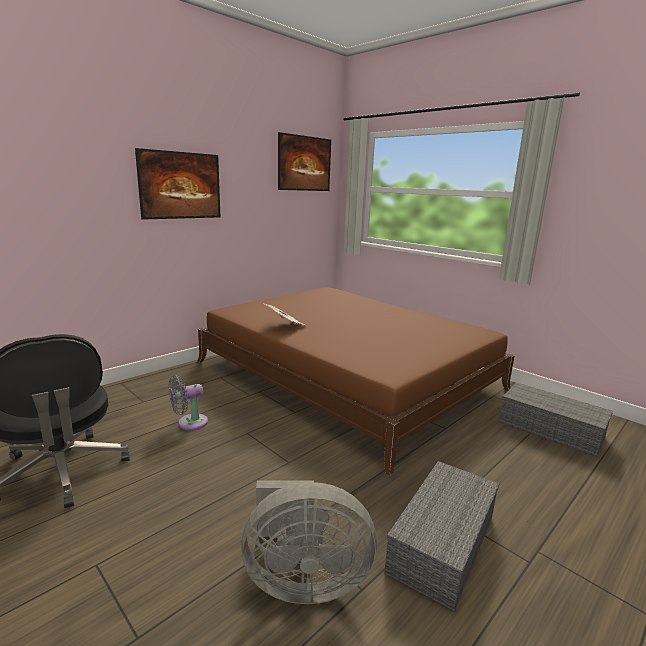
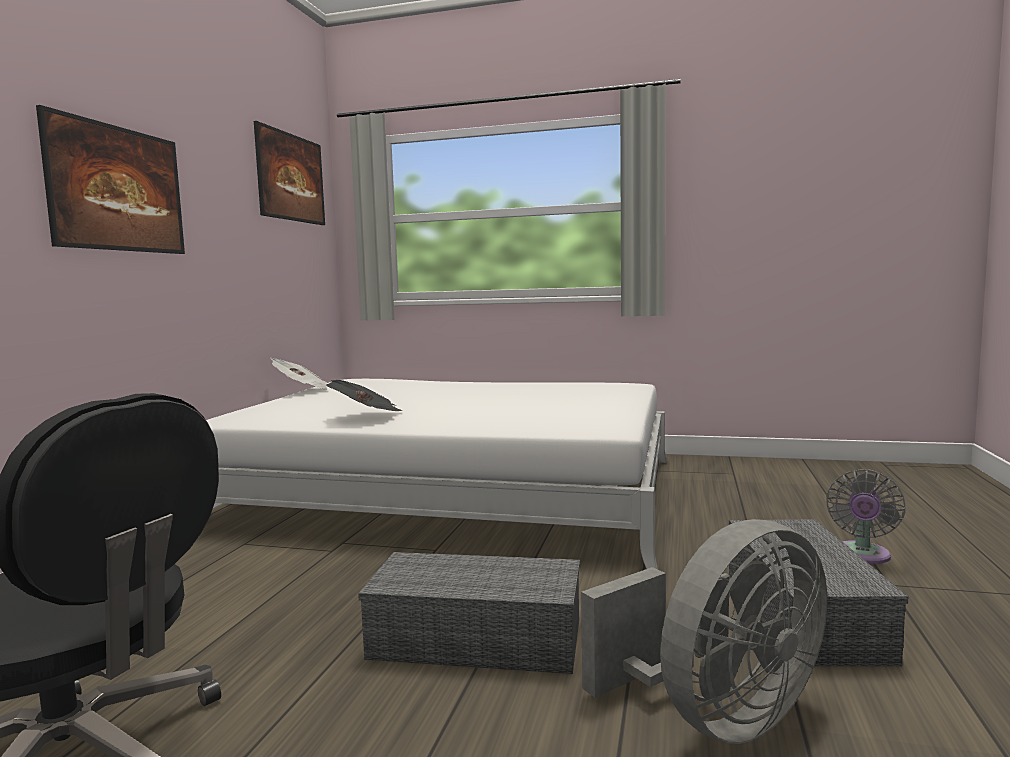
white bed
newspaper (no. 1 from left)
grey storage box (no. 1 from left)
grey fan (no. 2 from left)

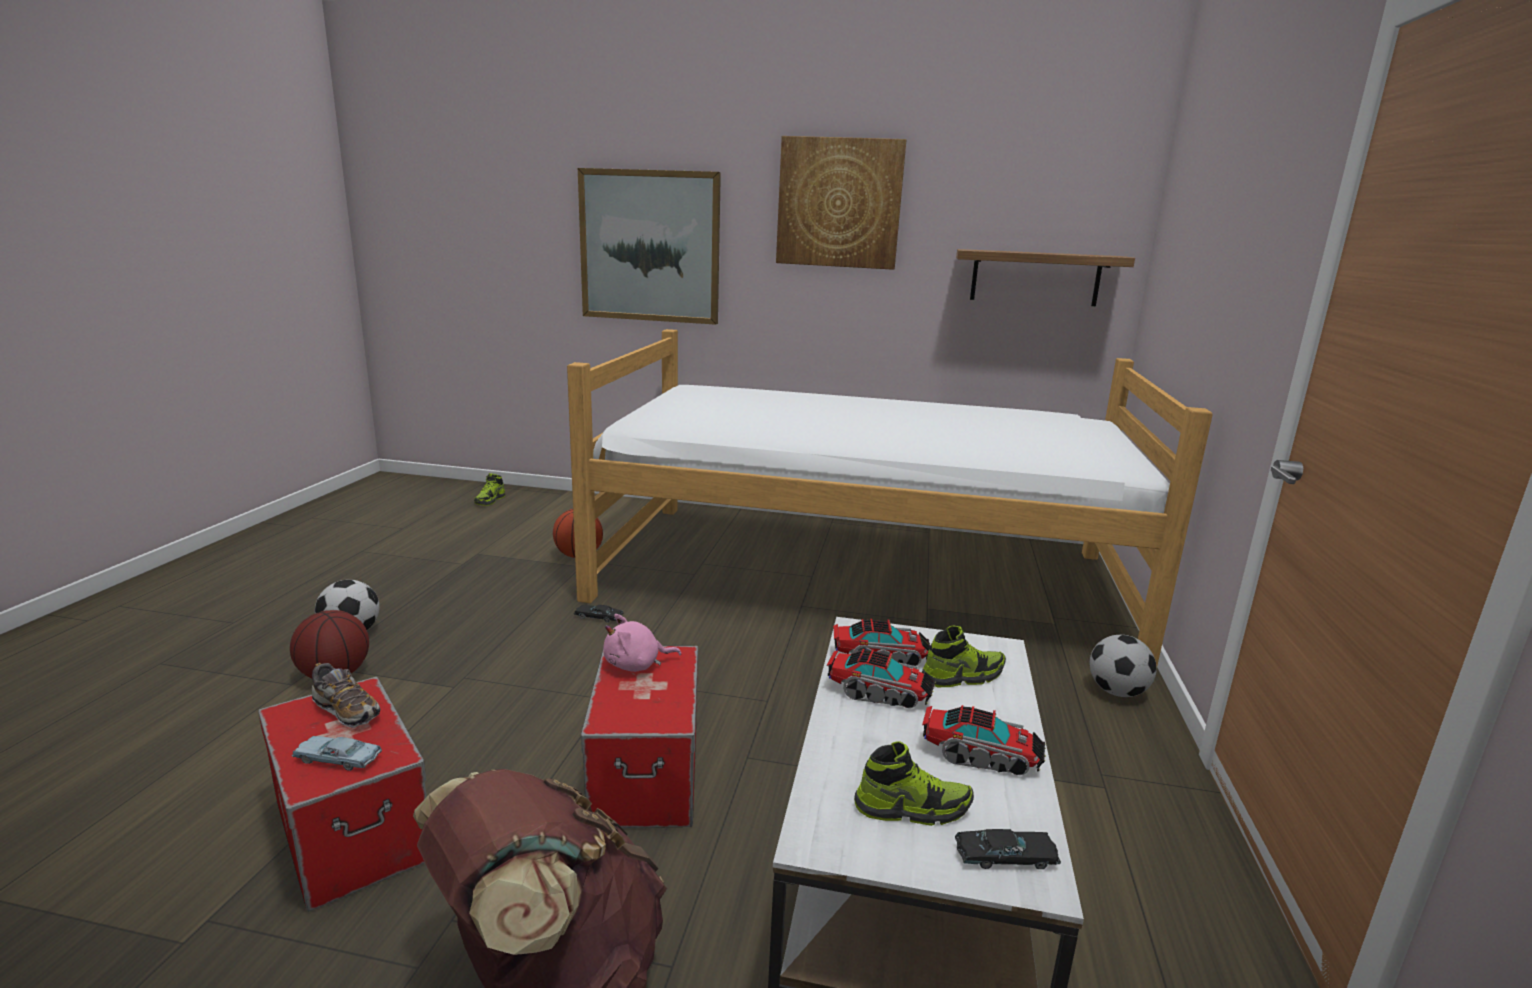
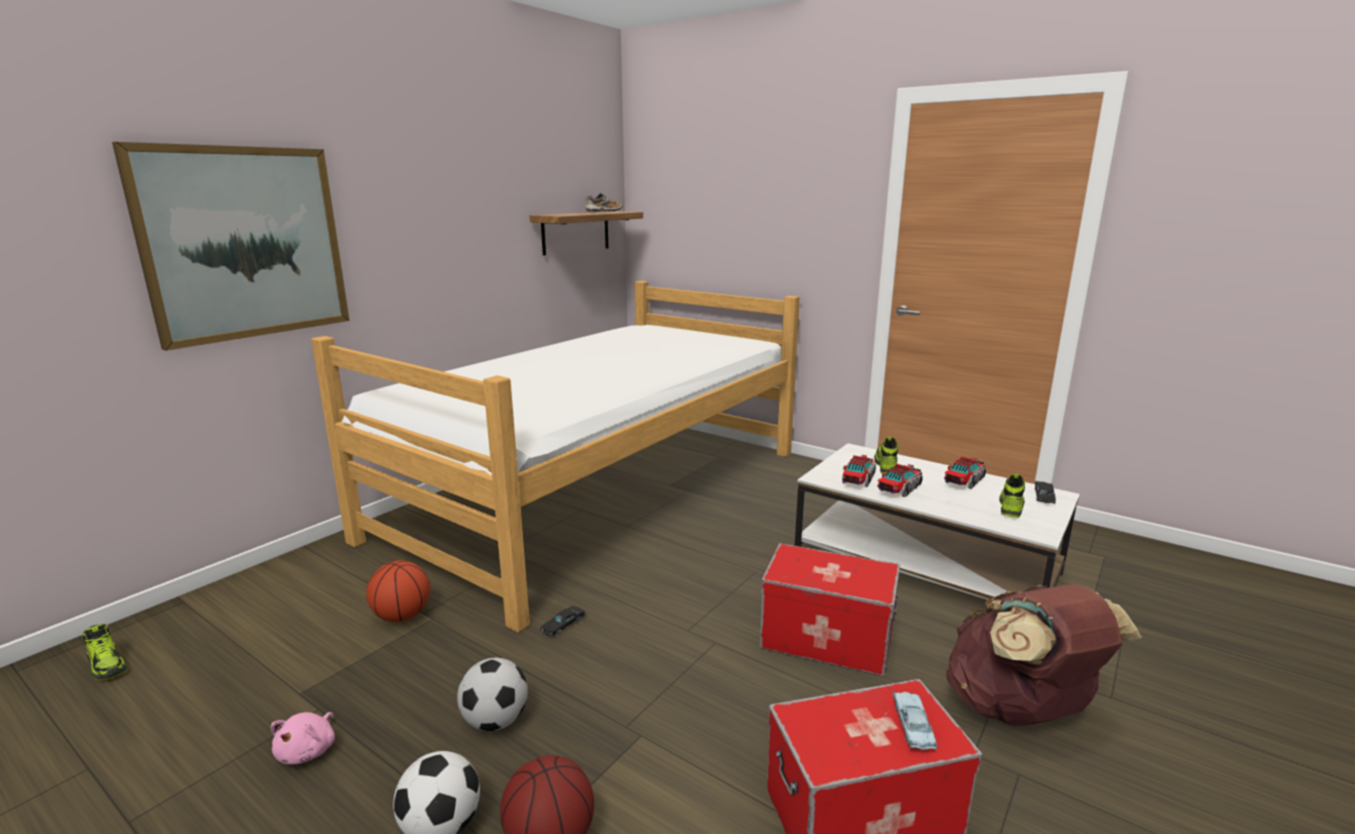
pink plush toy
football (no. 2 from left)
shoe (no. 2 from left)
blue toy car
picture (no. 2 from left in the first image)

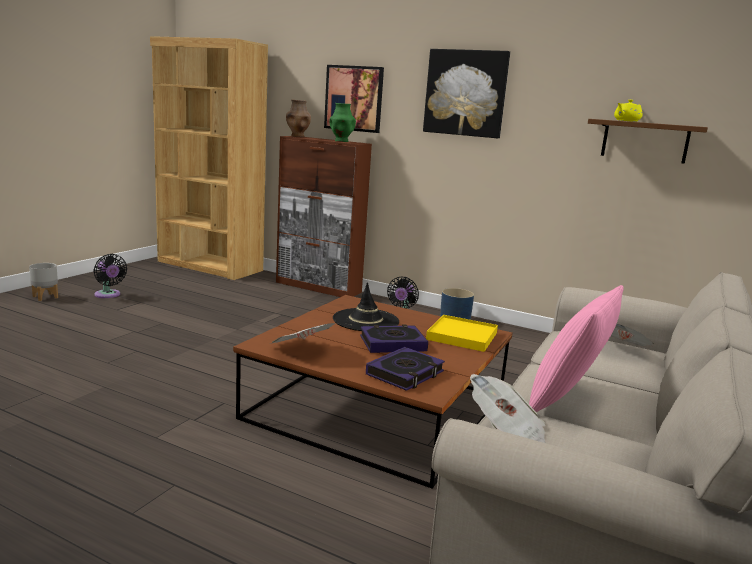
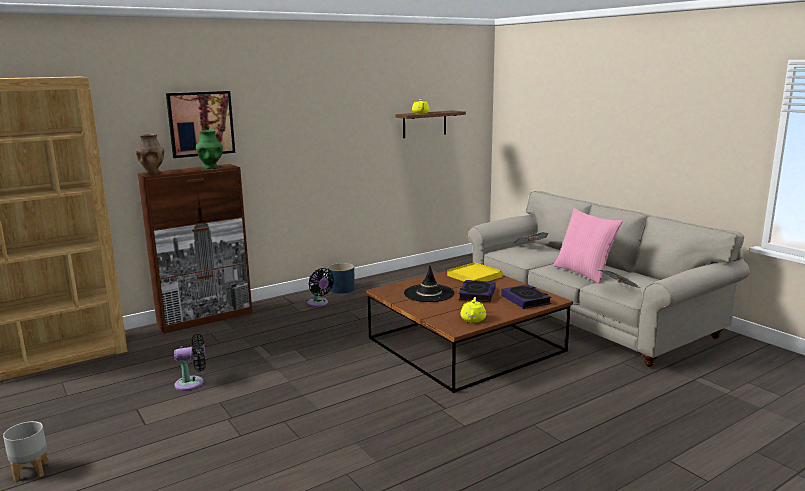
black fan (no. 1 from left)
yellow teapot (no. 2 from left)
picture (no. 2 from left in the first image)

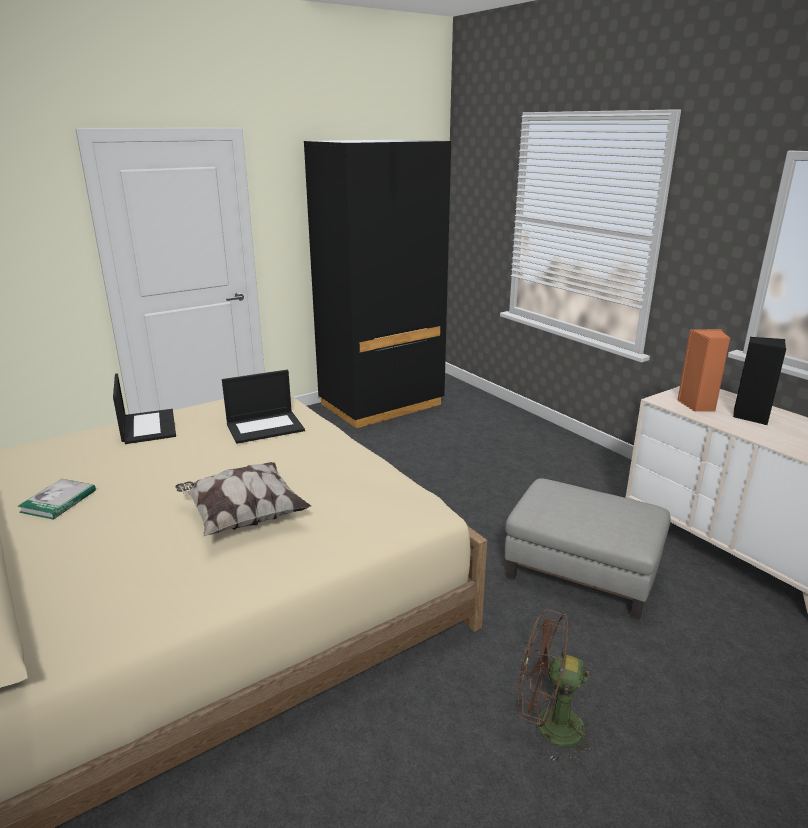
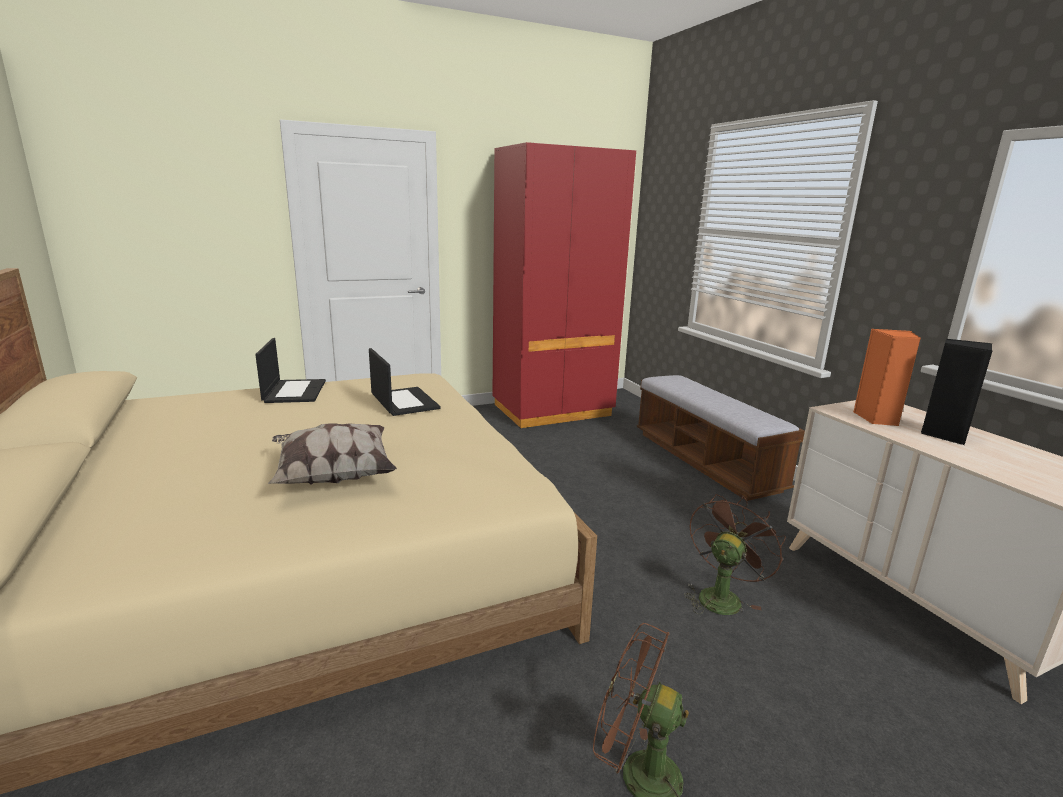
laptop (no. 2 from left)
red wardrobe
bench
brown fan (no. 2 from left)
book

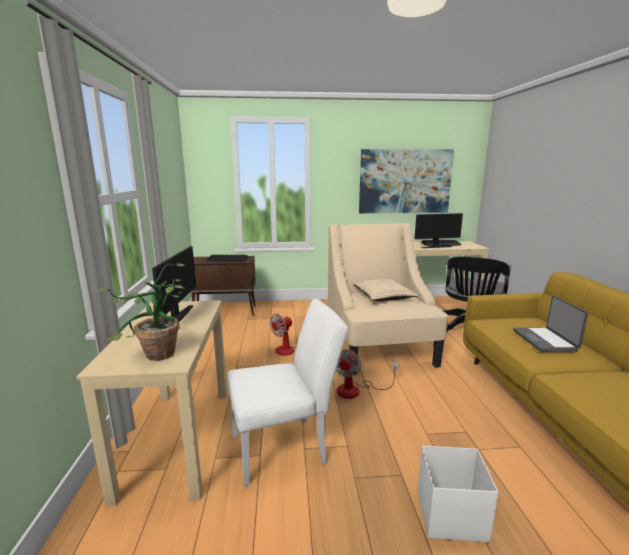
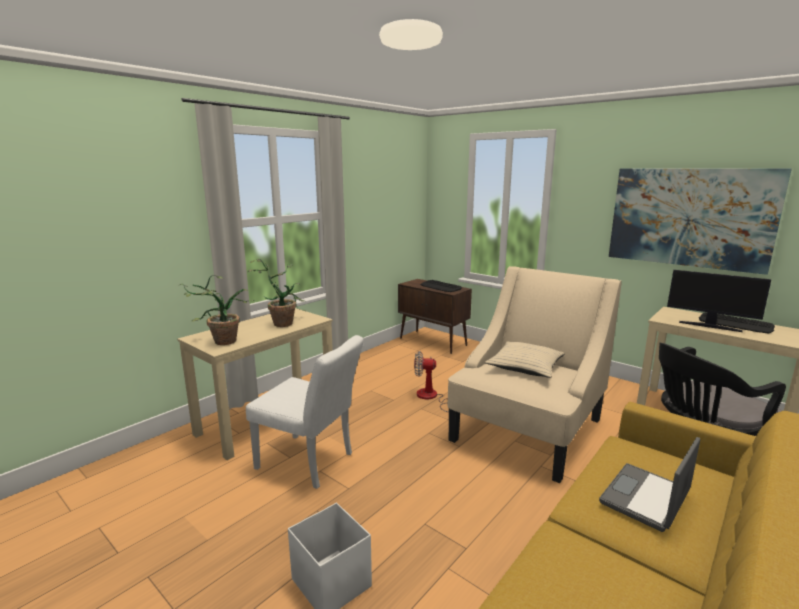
potted plant (no. 2 from left)
fan (no. 2 from left in the first image)

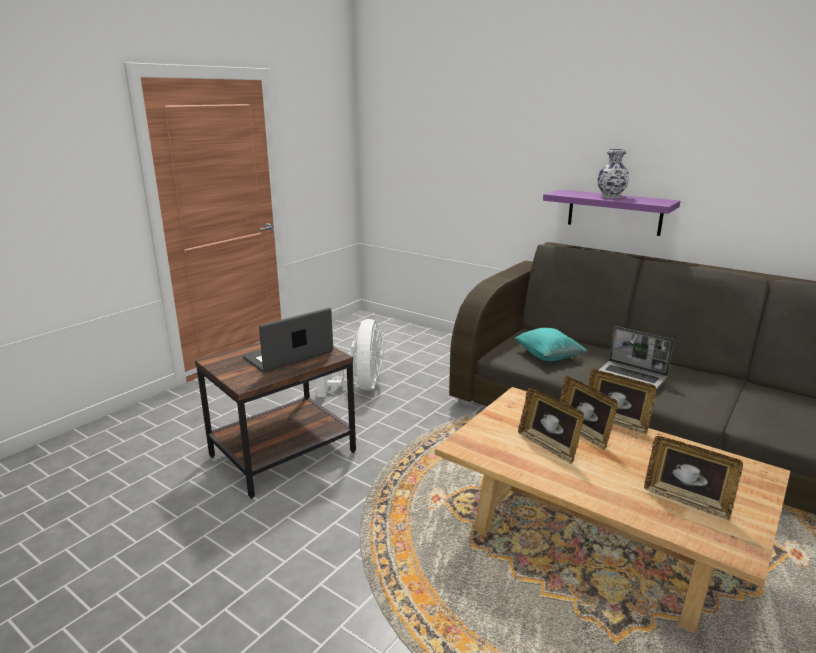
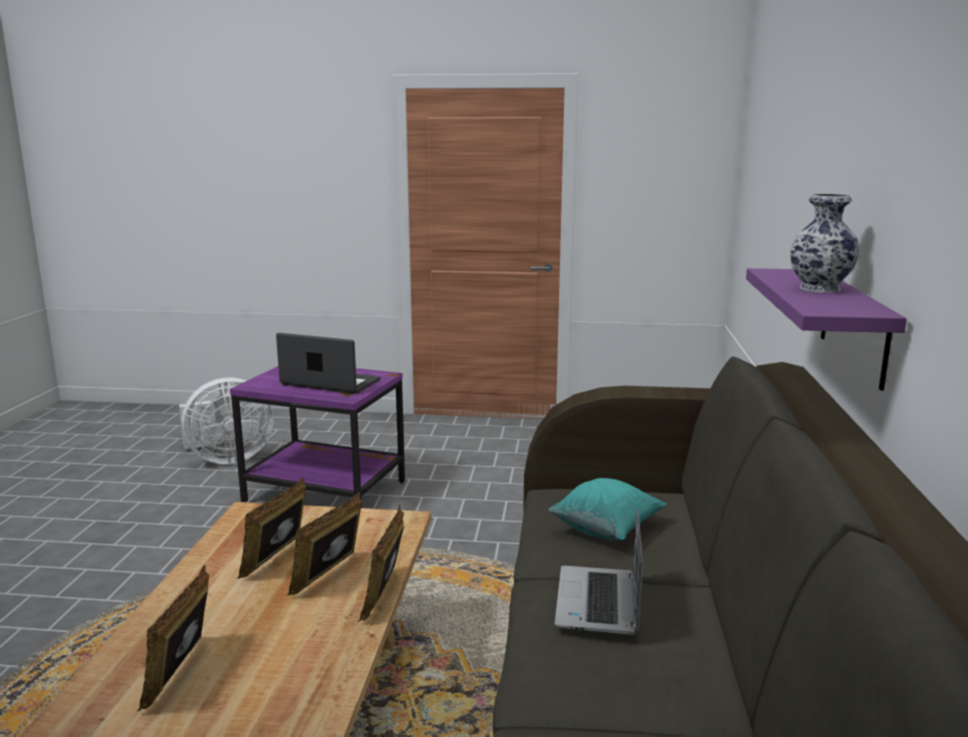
white fan
purple side table

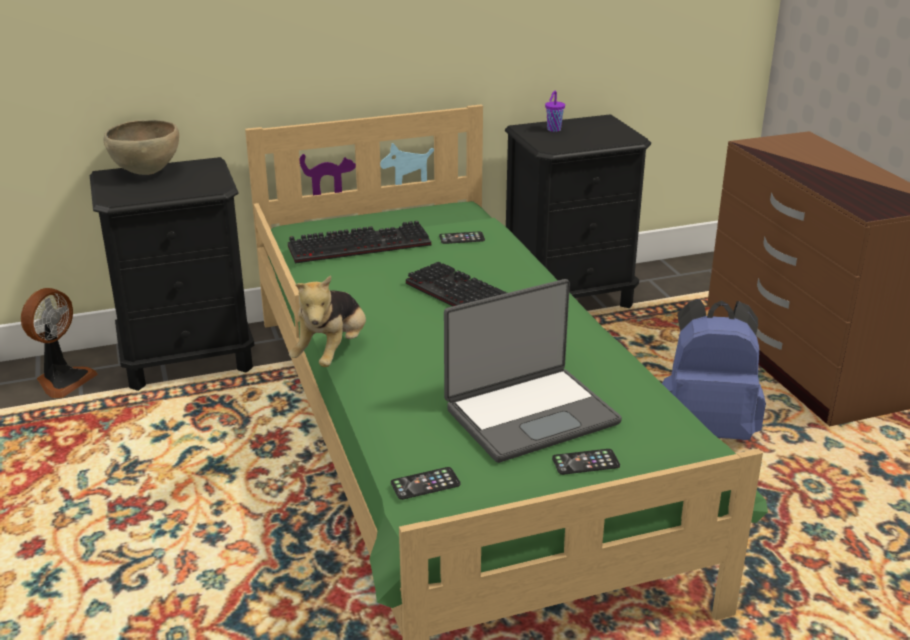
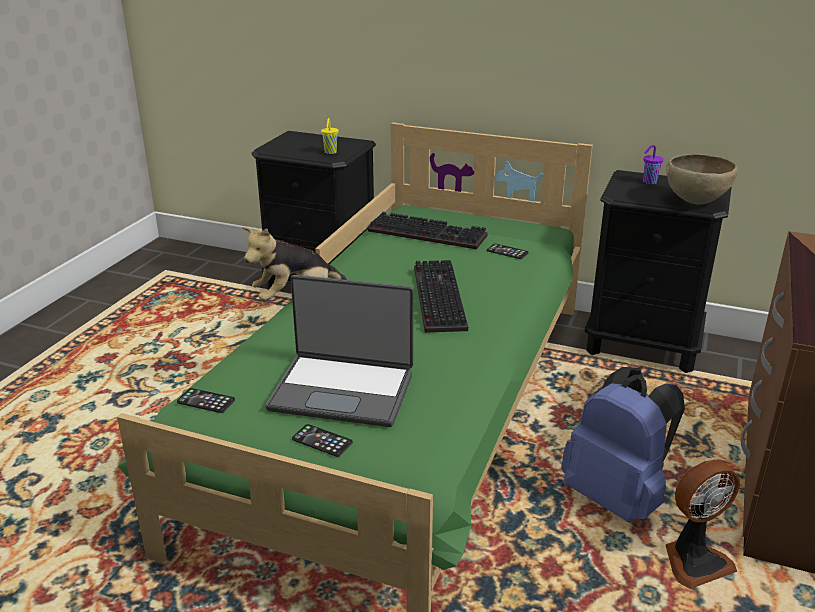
yellow cup
fan
brown bowl

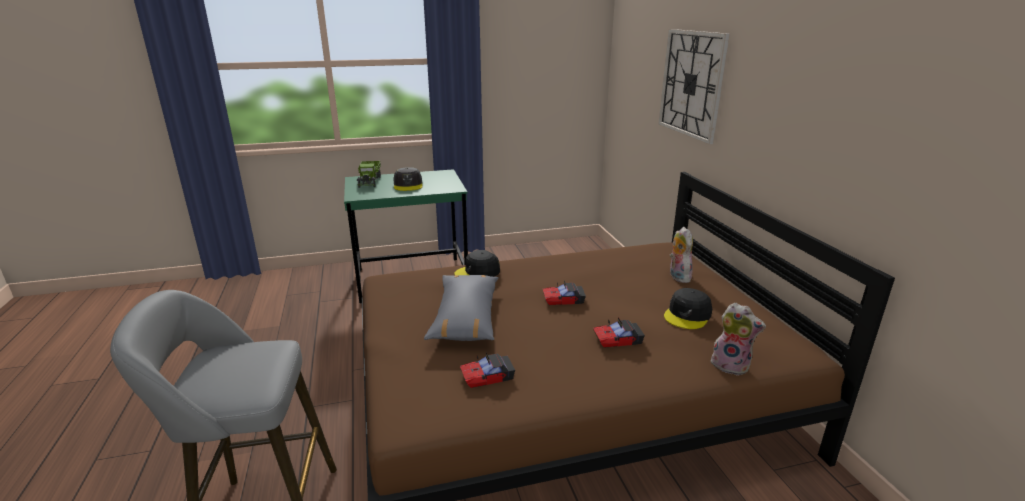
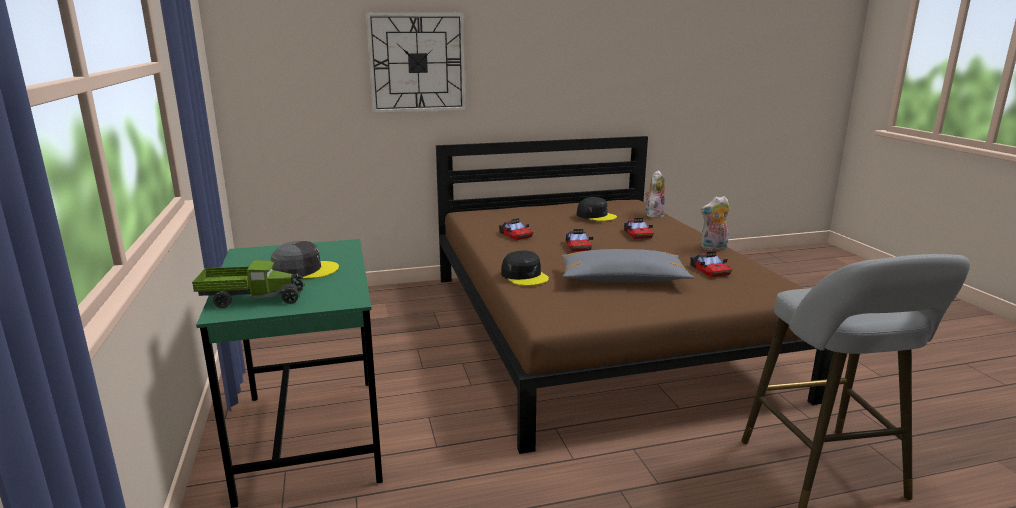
toy car (no. 1 from left)
plush toy (no. 2 from left)

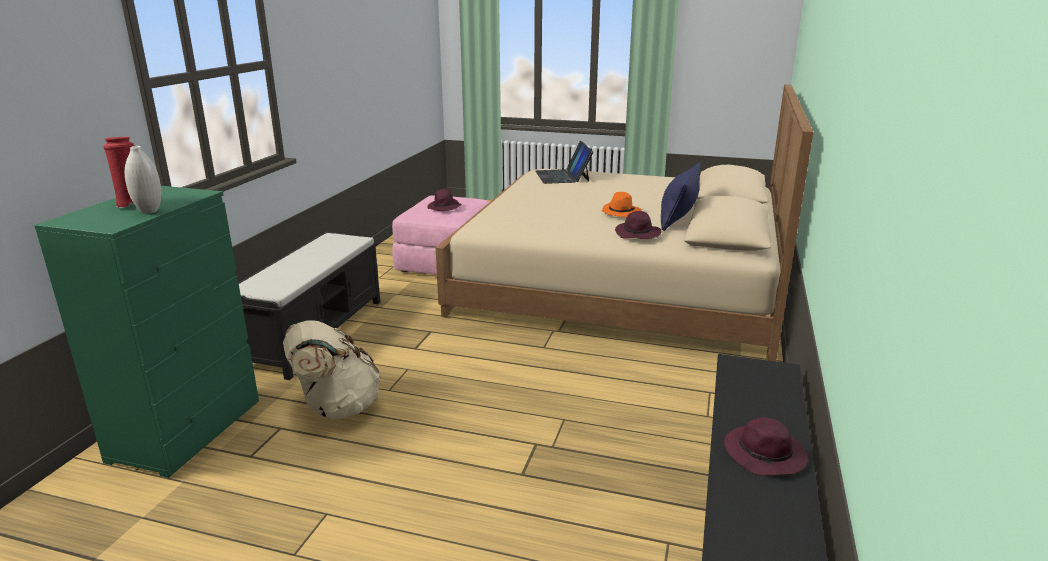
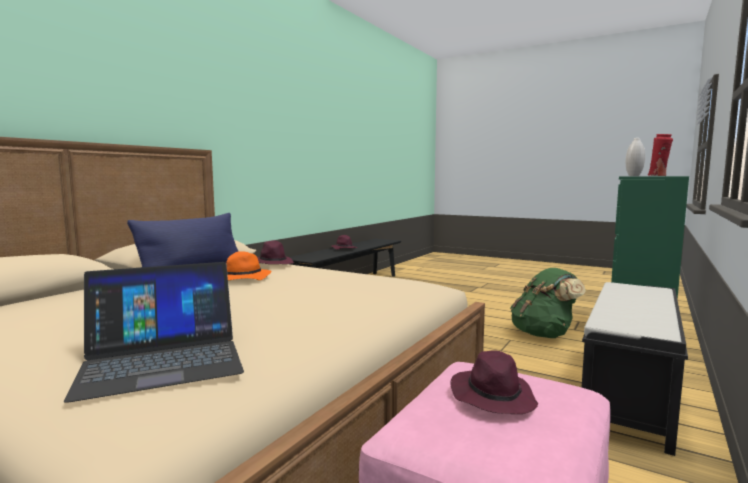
laptop
green backpack

